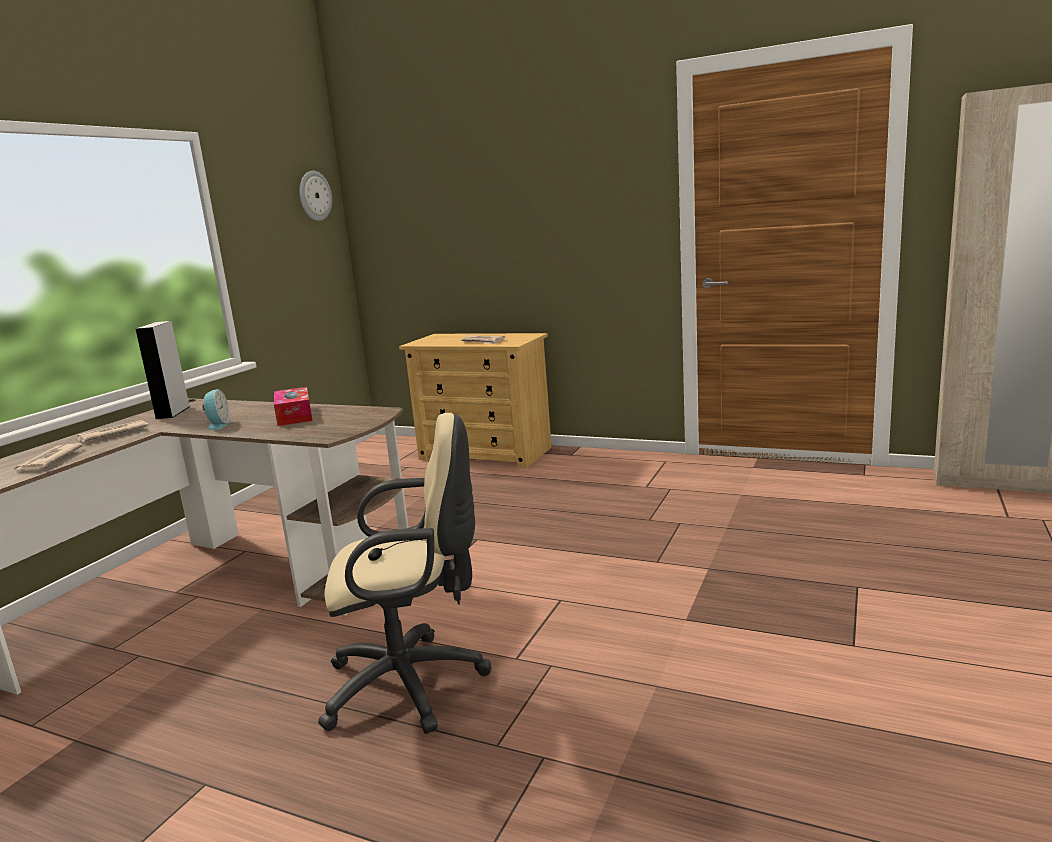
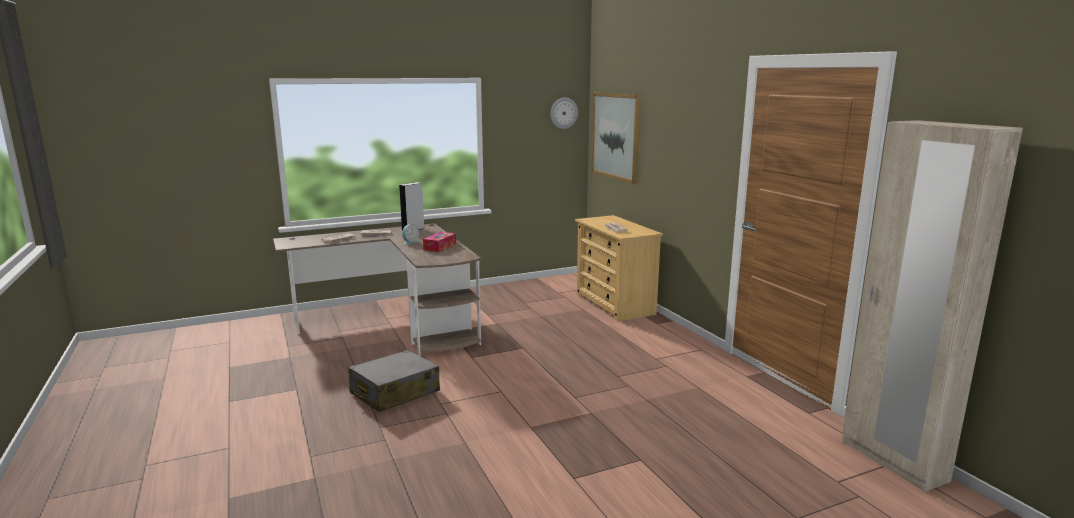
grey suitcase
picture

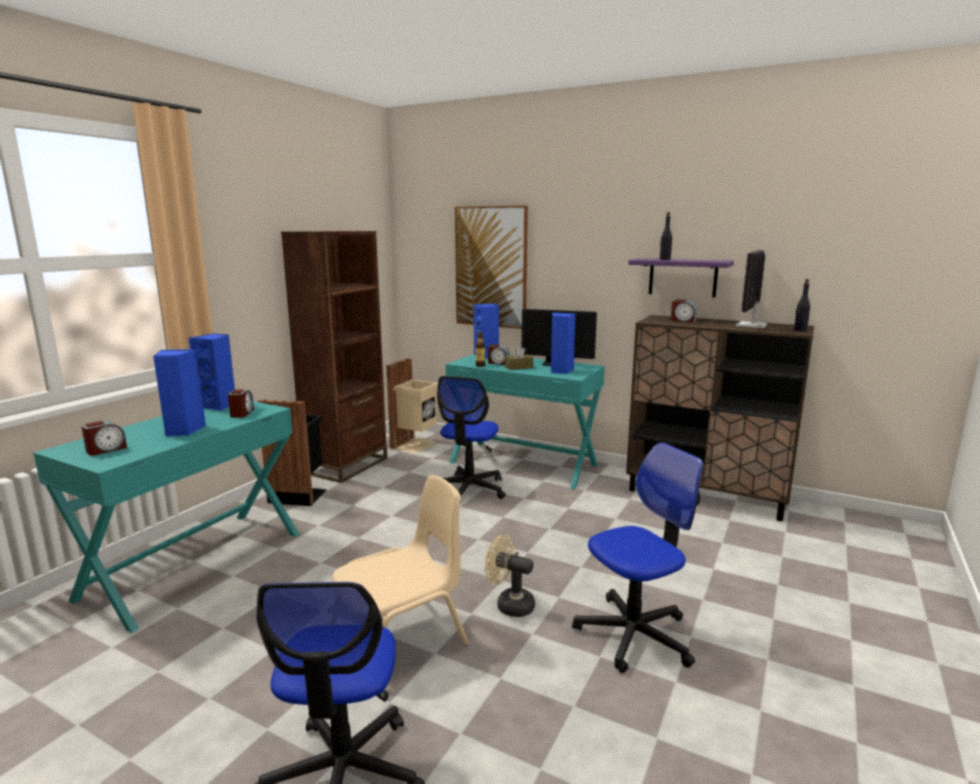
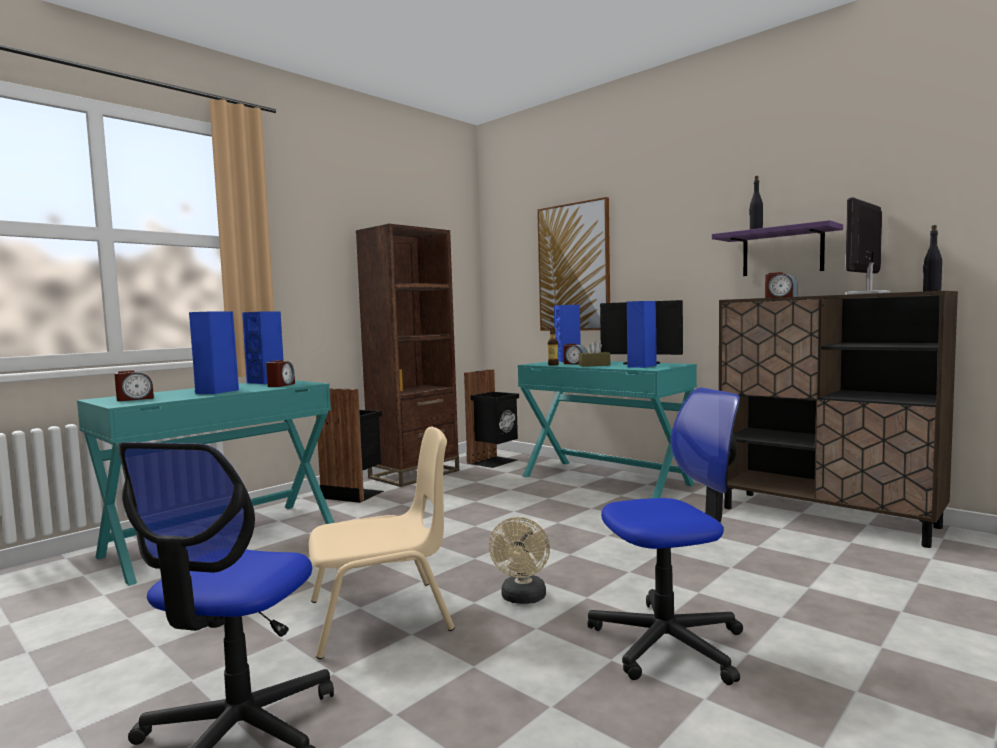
black trash can (no. 2 from left)
beige fan
office chair (no. 2 from left in the first image)

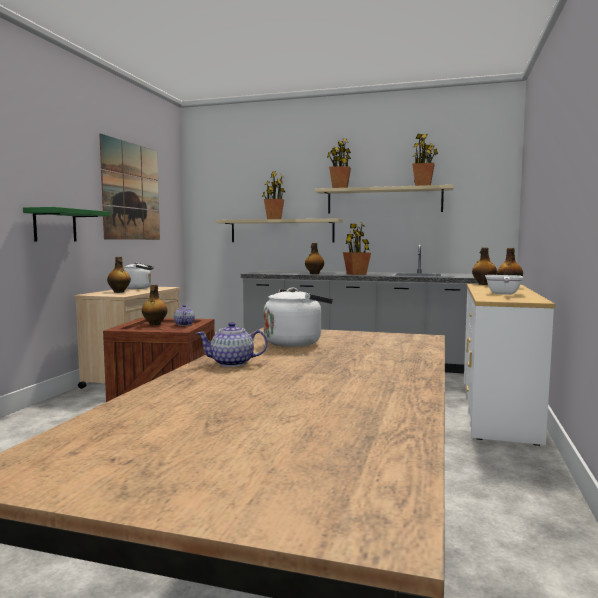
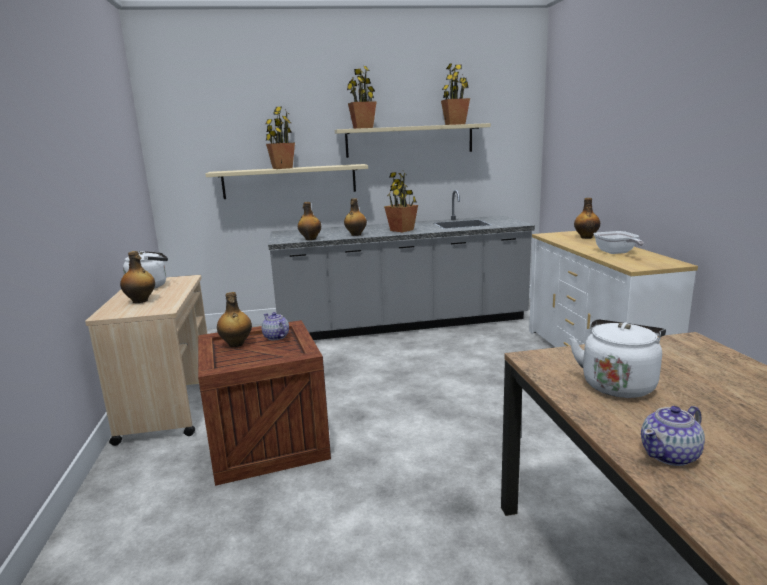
bottle (no. 3 from left)
green shelf
picture

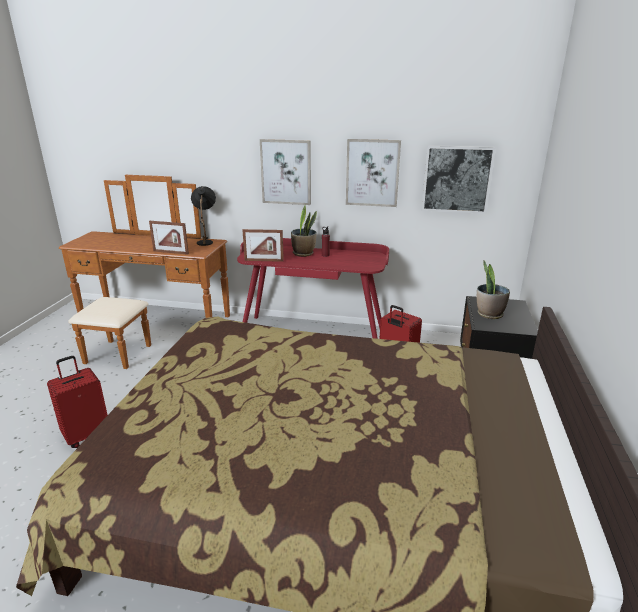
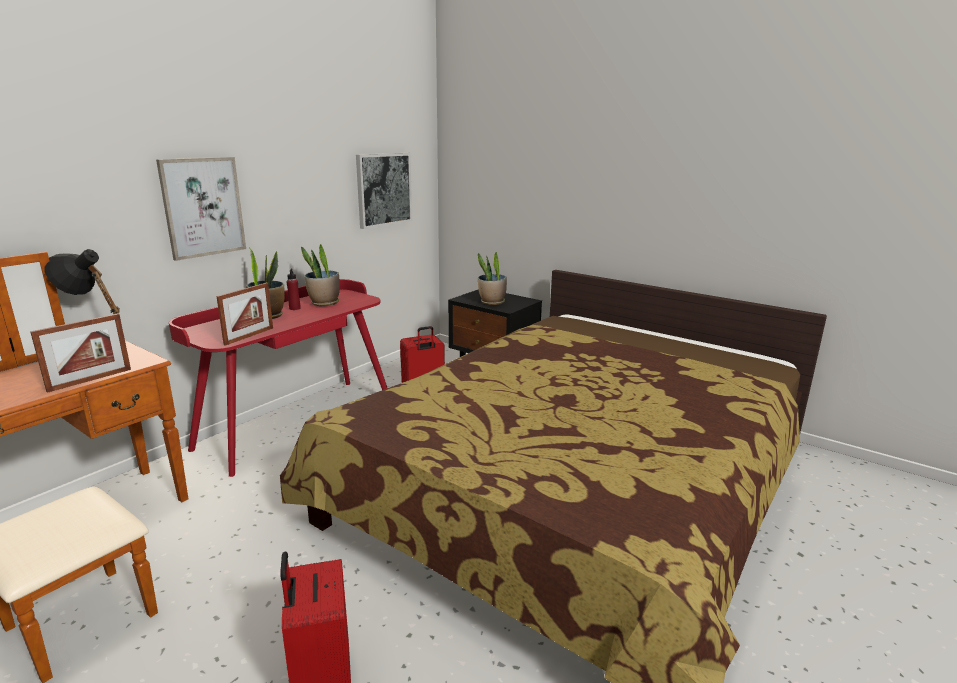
potted plant (no. 2 from left)
picture (no. 2 from left in the first image)

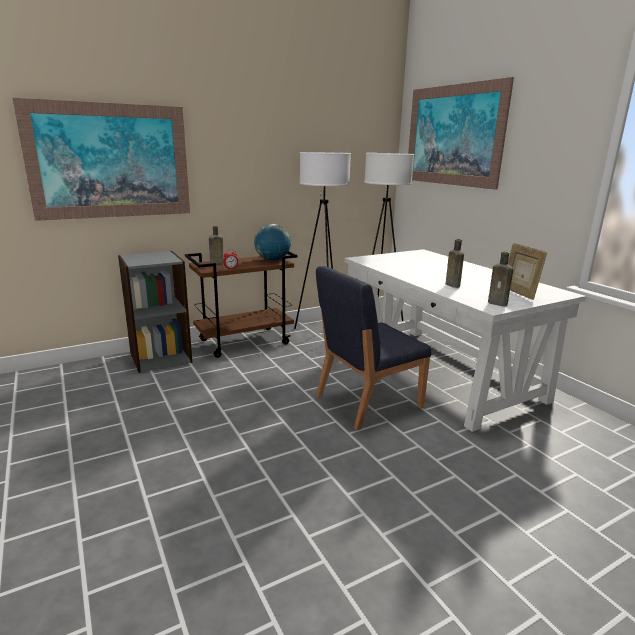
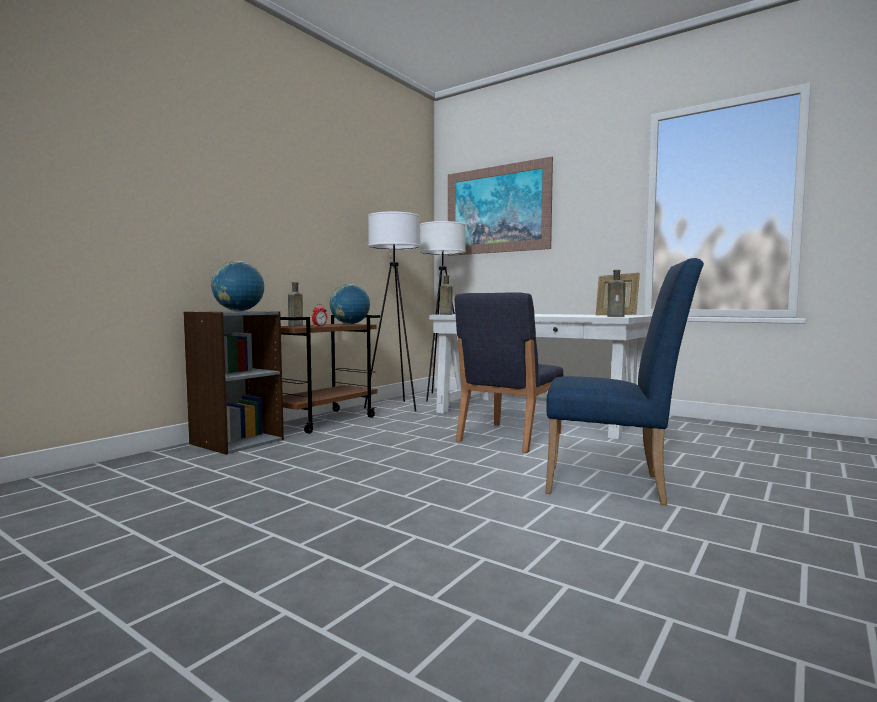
globe (no. 1 from left)
brown bottle (no. 2 from left)
blue chair (no. 2 from left)
picture (no. 1 from left in the first image)

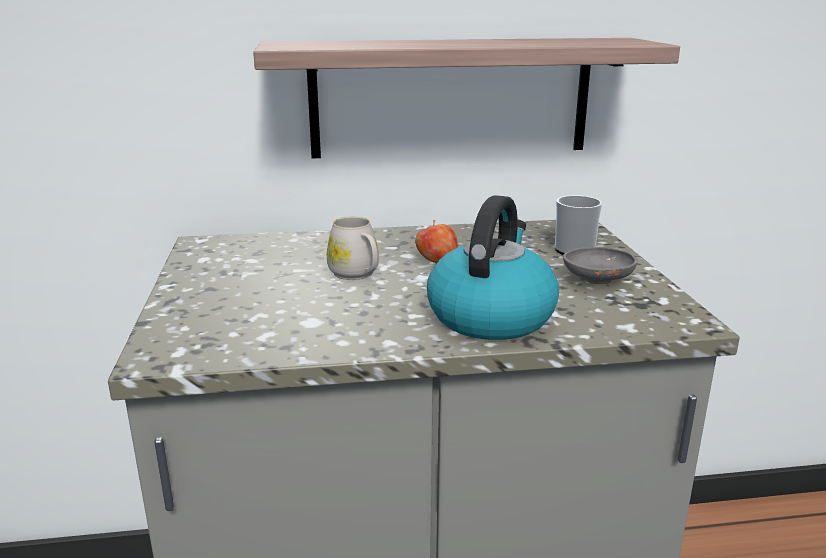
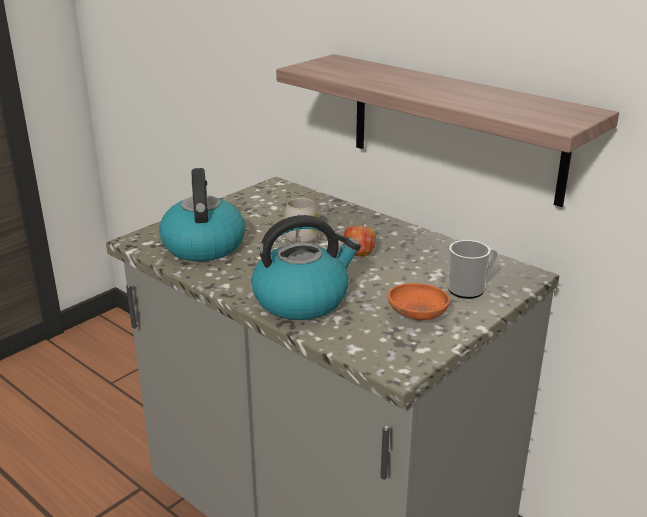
kettle (no. 1 from left)
orange bowl

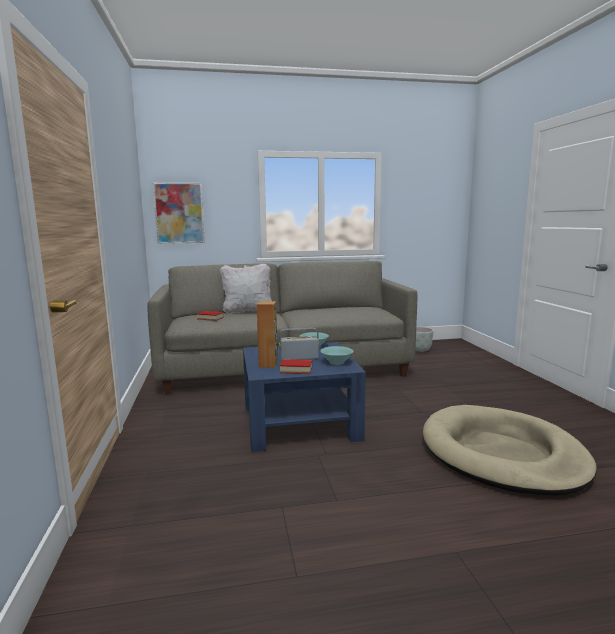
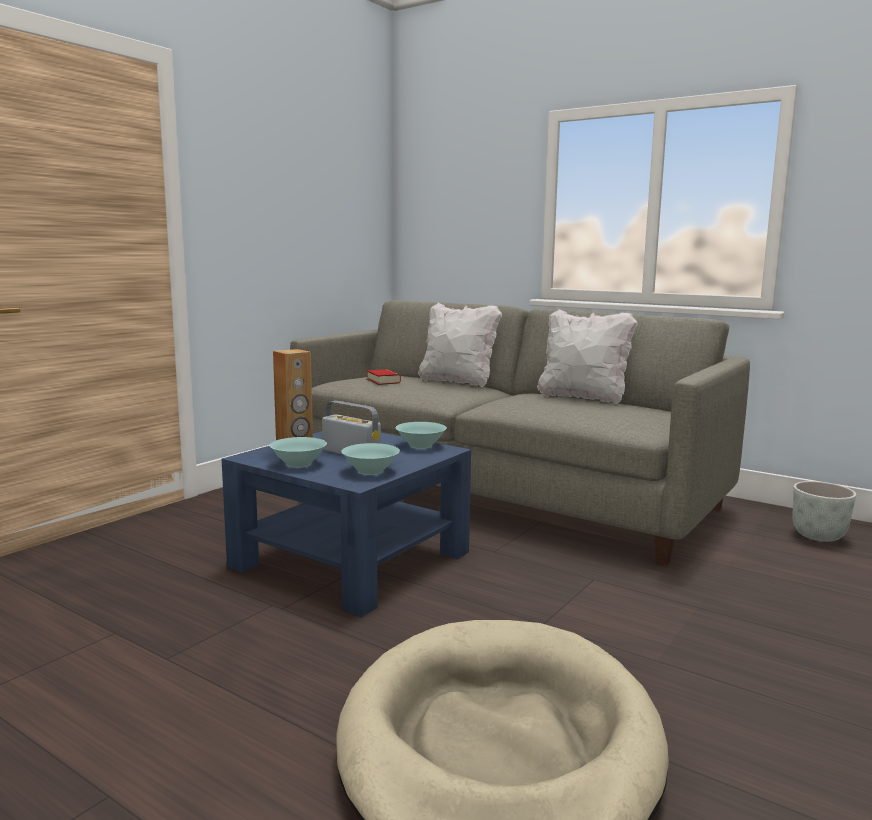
turquoise bowl (no. 1 from left)
white pillow (no. 2 from left)
picture

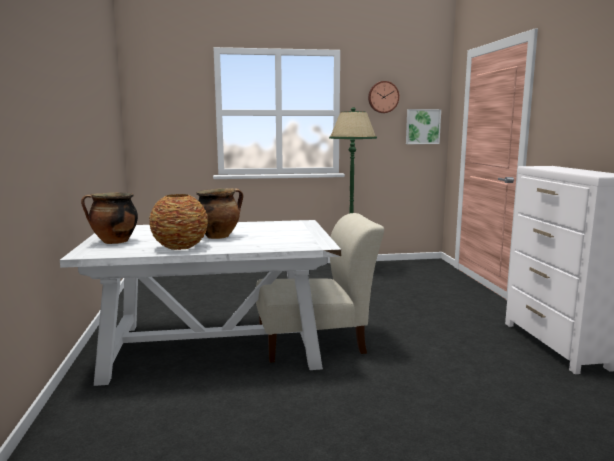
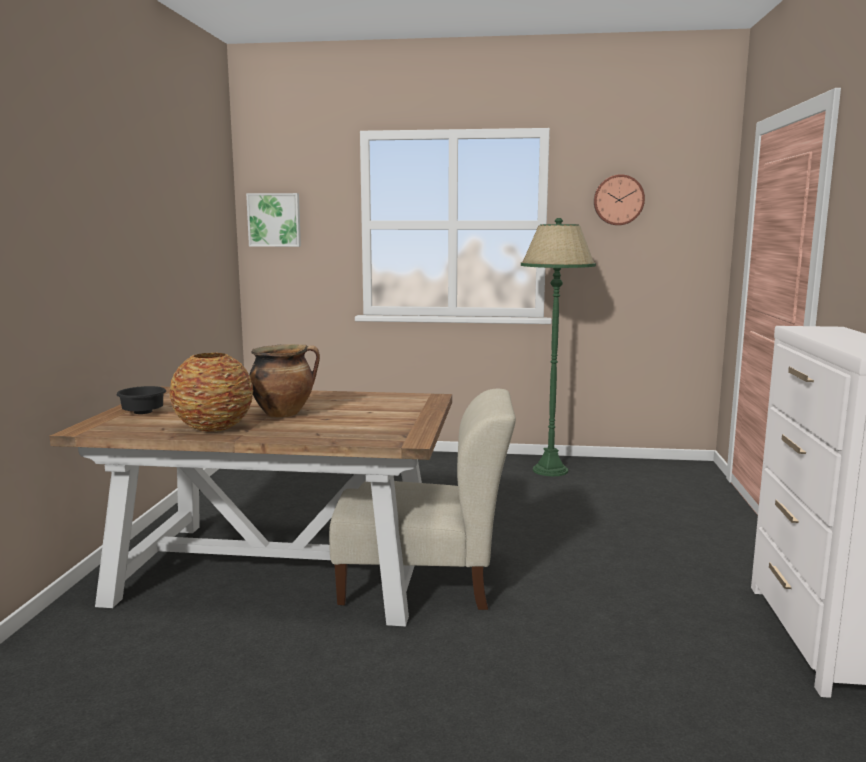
brown dining table
black bowl
picture

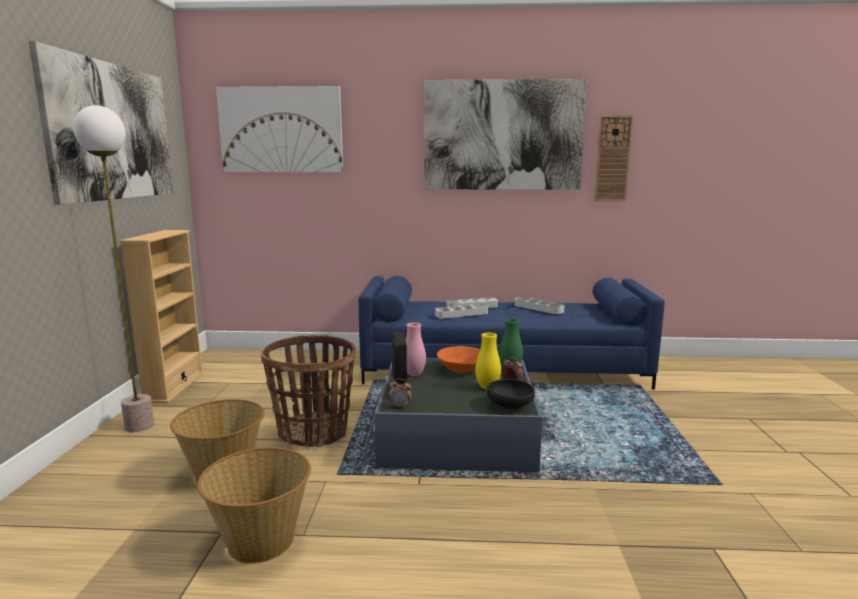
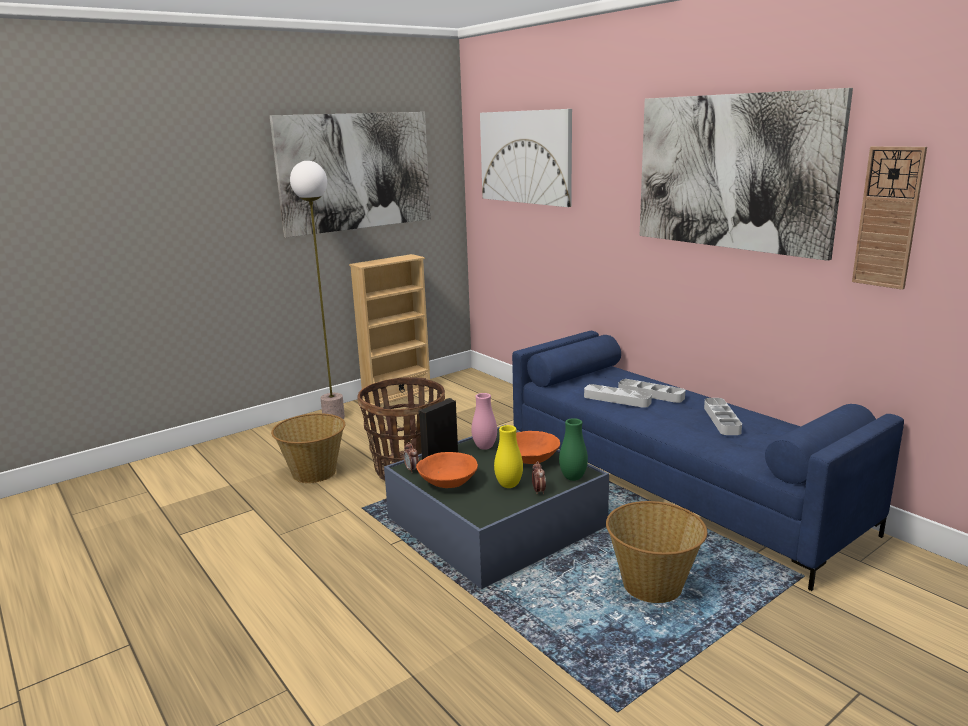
orange bowl (no. 1 from left)
basket (no. 3 from left)
black bowl

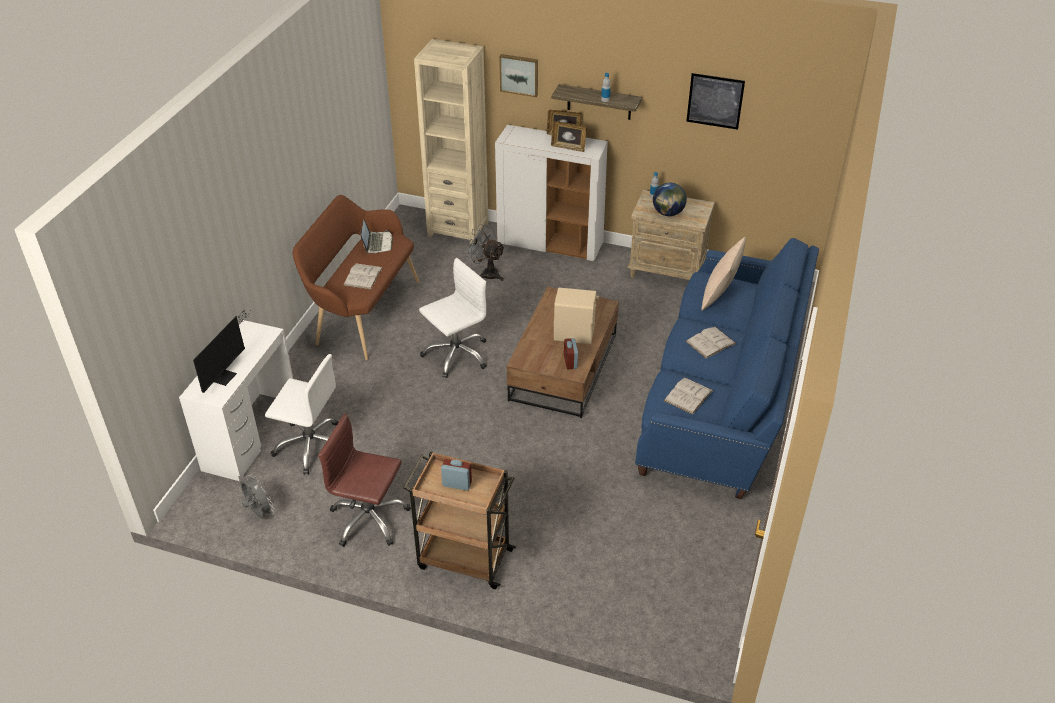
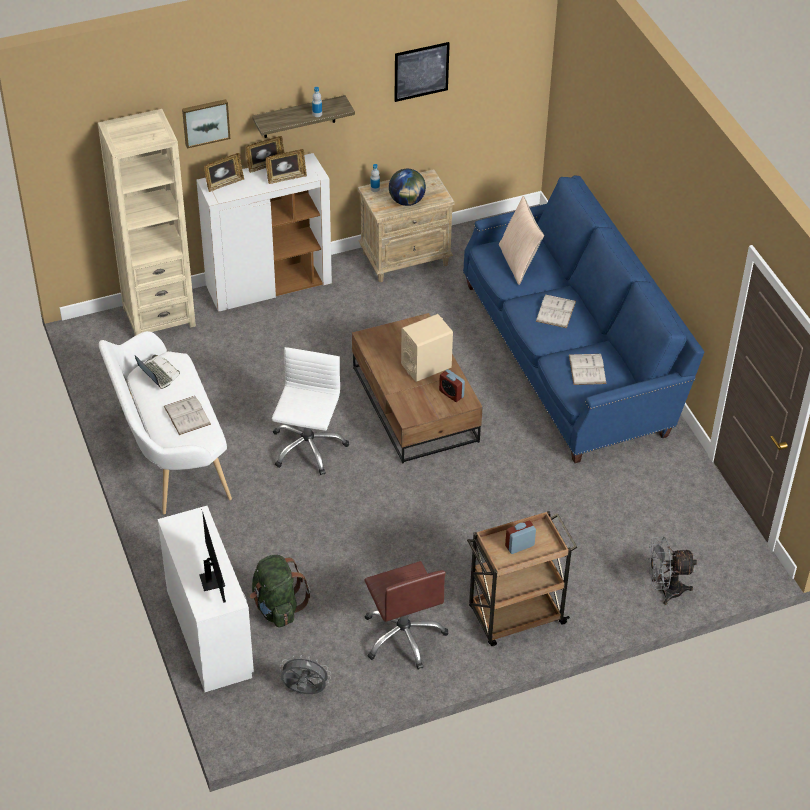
white bench
picture frame (no. 1 from left)
green backpack
brown office chair
grey fan (no. 2 from left)

